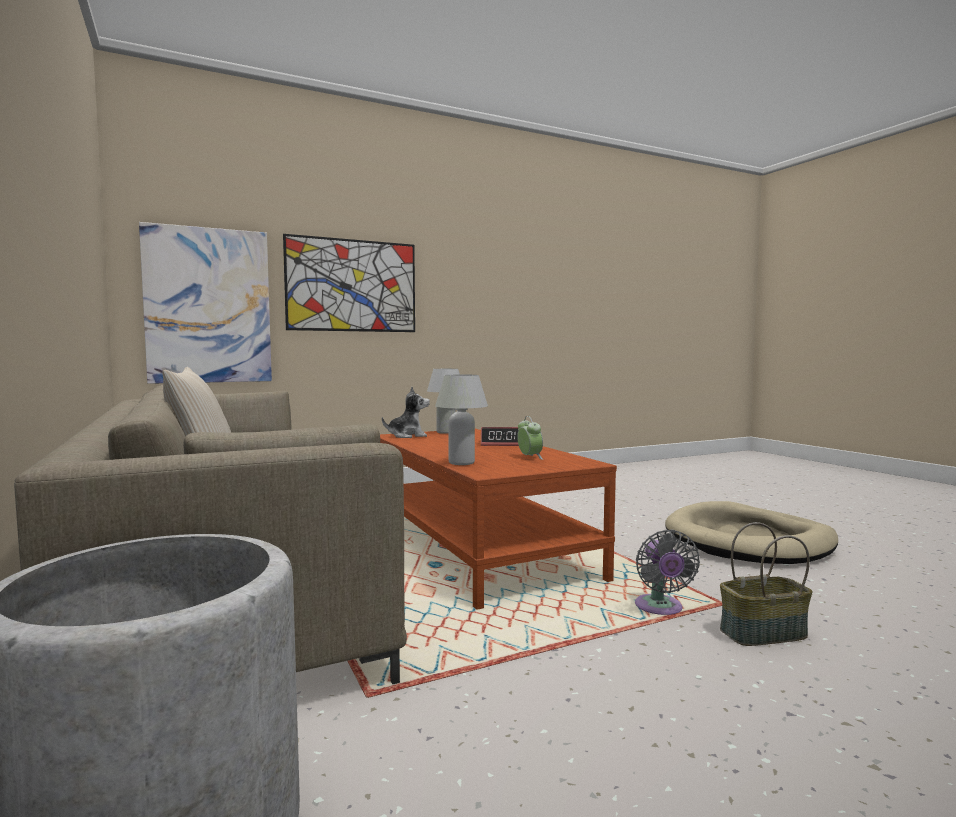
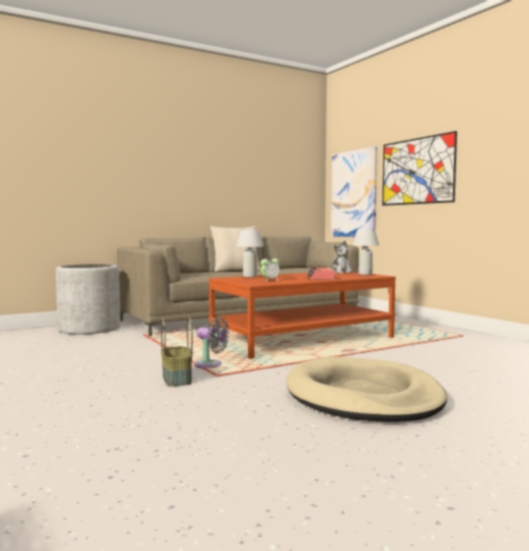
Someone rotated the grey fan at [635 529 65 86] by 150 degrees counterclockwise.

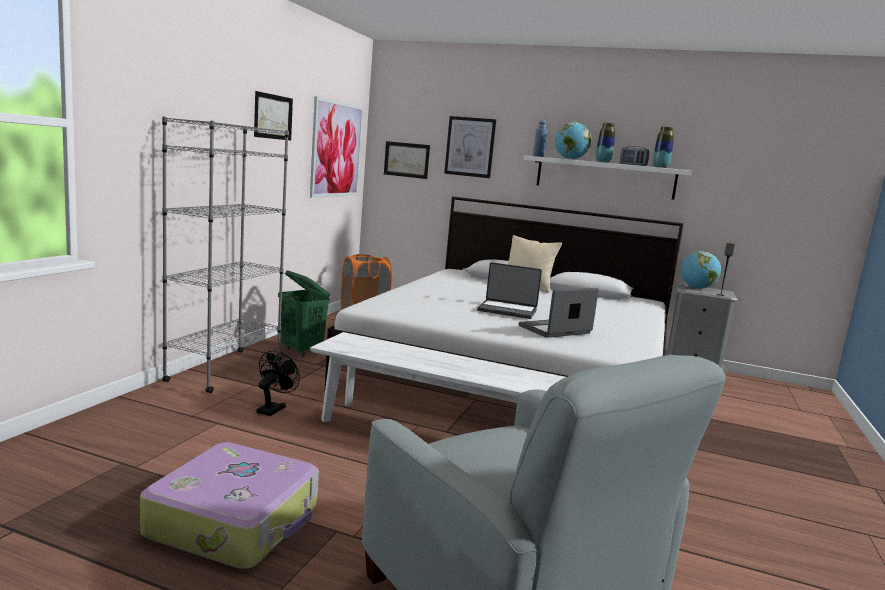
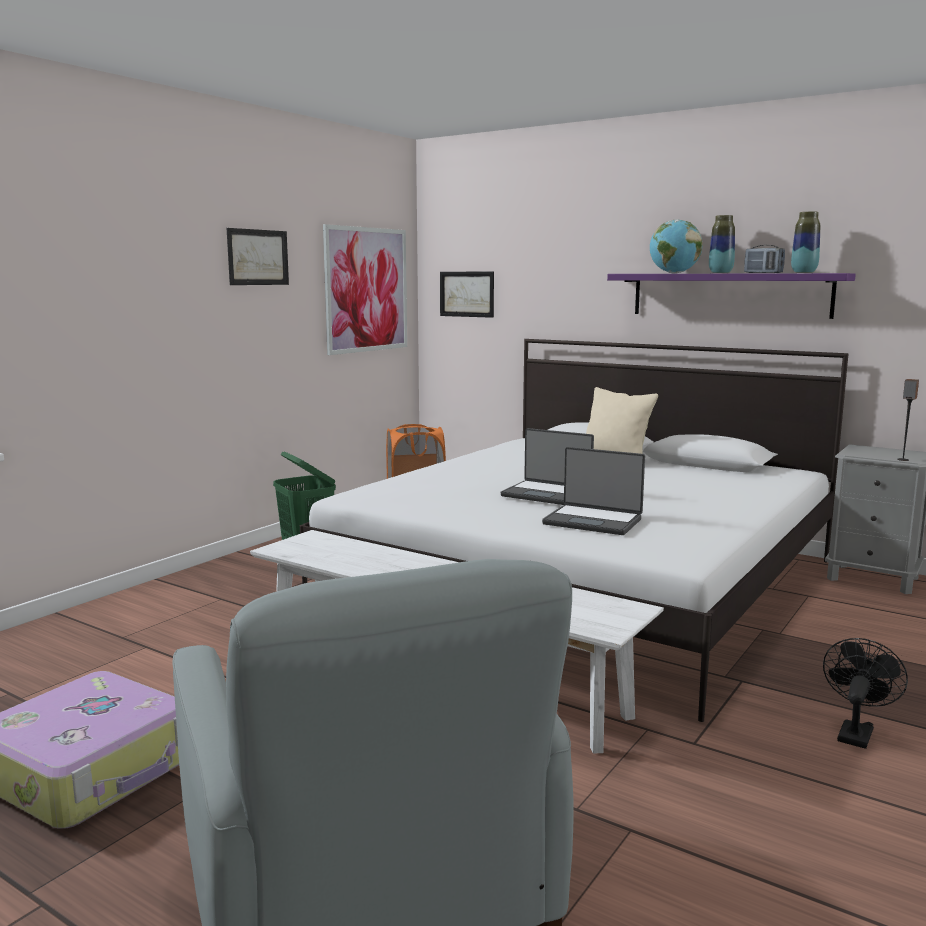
Someone took away the grey bookcase at [162 116 127 277]. Someone carried the black fan from [257 350 43 66] to [823 638 85 111]. Someone took away the picture at [444 116 52 62]. Someone rotated the laptop at [519 288 80 50] by 135 degrees counterclockwise. Someone repainted the white shelf at [524 155 168 45], which became the purple shelf at [607 273 249 46]. Someone took away the blue bottle at [533 120 14 37]. Someone took away the globe at [681 251 40 38].

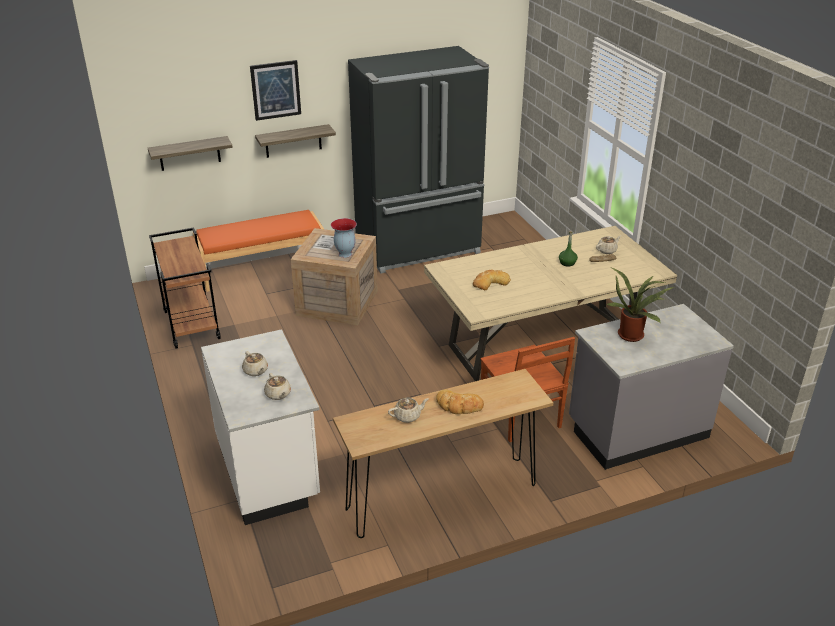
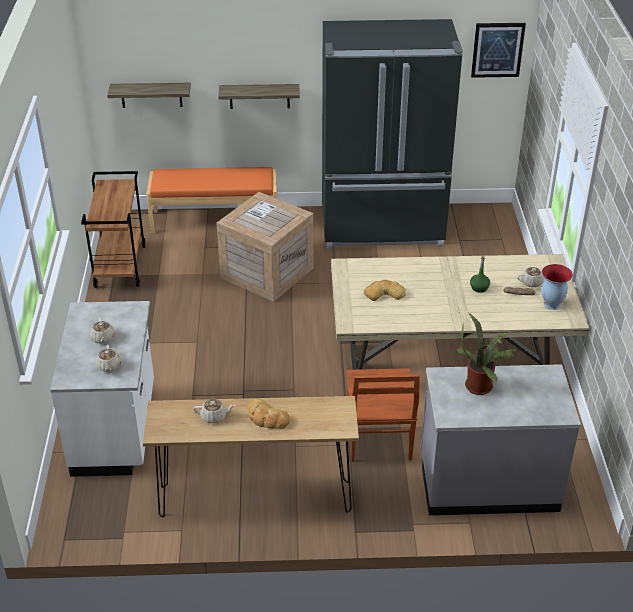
Someone carried the picture from [250 60 51 61] to [471 23 55 55]. Someone carried the vase from [331 218 26 40] to [541 264 32 46].

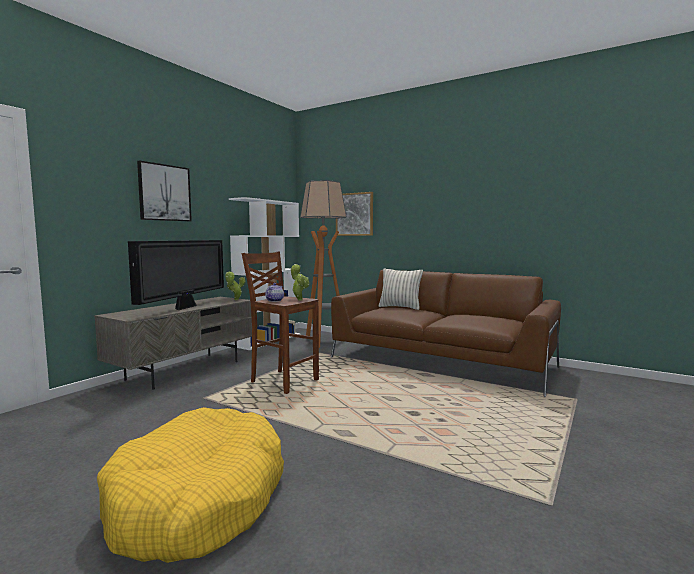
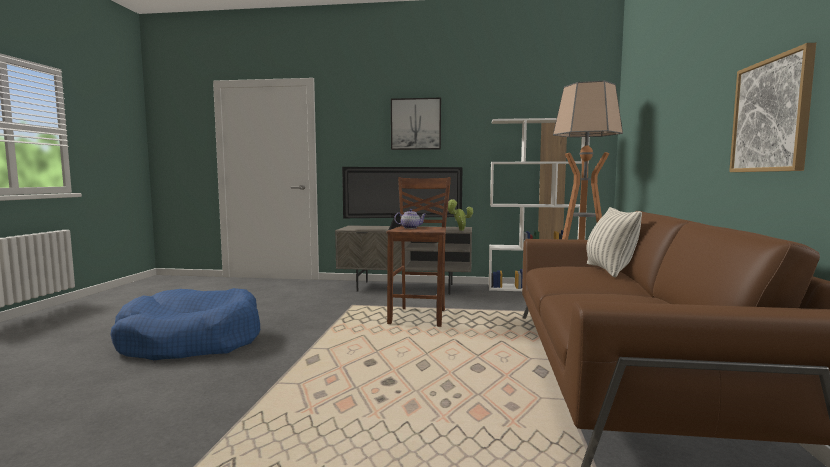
Someone repainted the yellow dog bed at [97 407 187 156], which became the blue dog bed at [110 288 150 72]. Someone took away the potted plant at [291 264 18 37]. Someone carried the picture from [336 192 37 44] to [729 43 87 129].

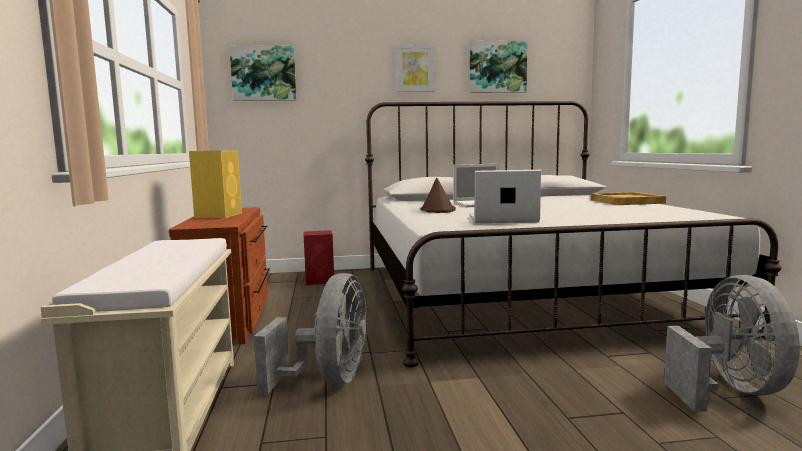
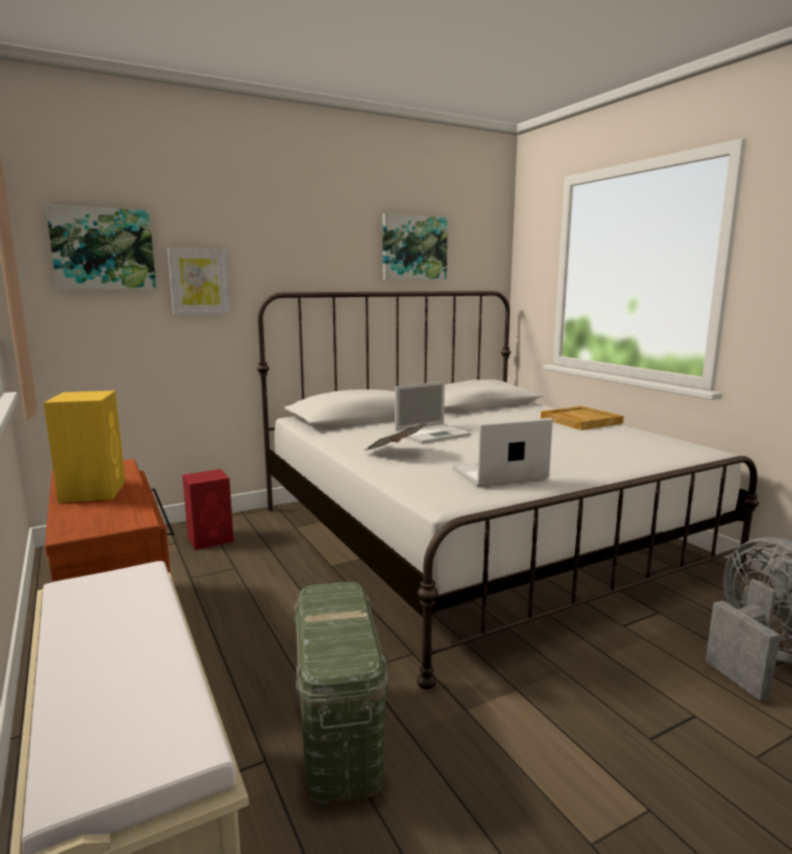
Someone swapped the grey fan at [254 273 113 121] for the green storage box at [294 582 95 222]. Someone carried the picture from [395 45 40 47] to [168 248 62 67]. Someone swapped the brown hat at [420 178 36 35] for the newspaper at [365 423 61 27].

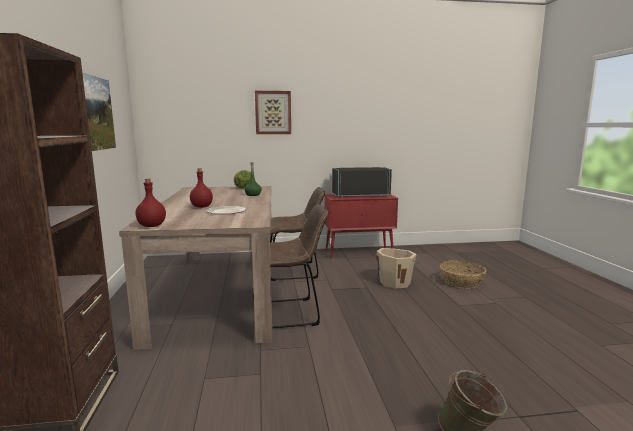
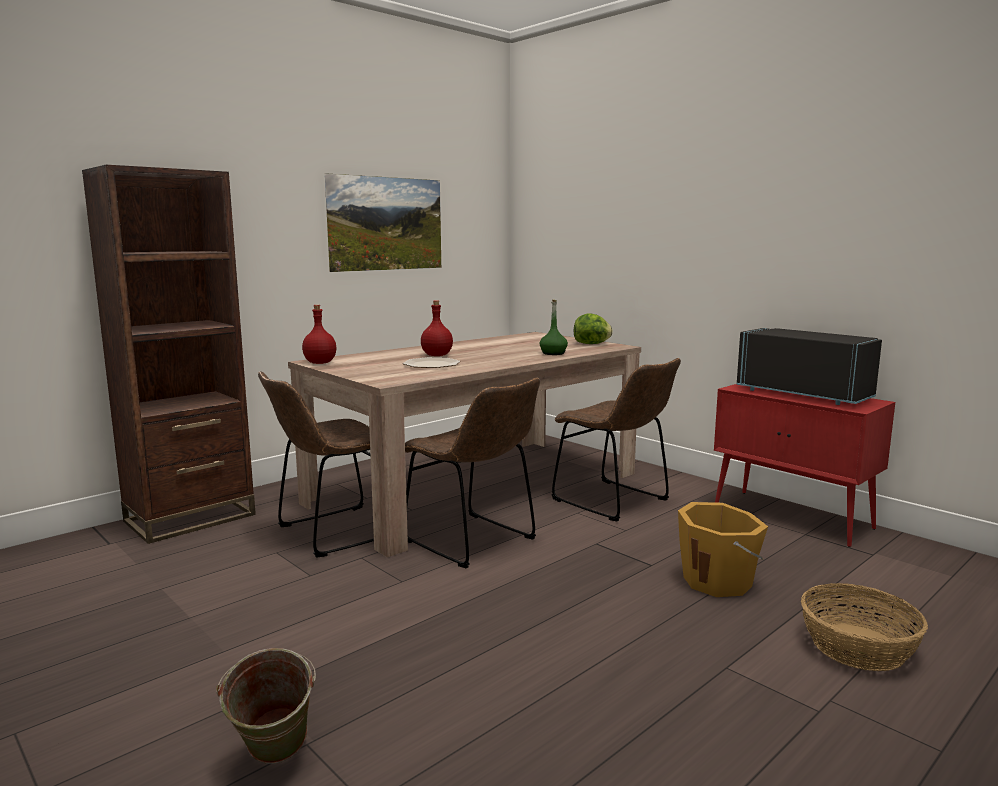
Someone took away the picture at [255 91 36 43]. Someone repainted the beige bucket at [375 248 45 41], which became the orange bucket at [678 502 90 95]. Someone put down the brown chair at [258 371 116 187].

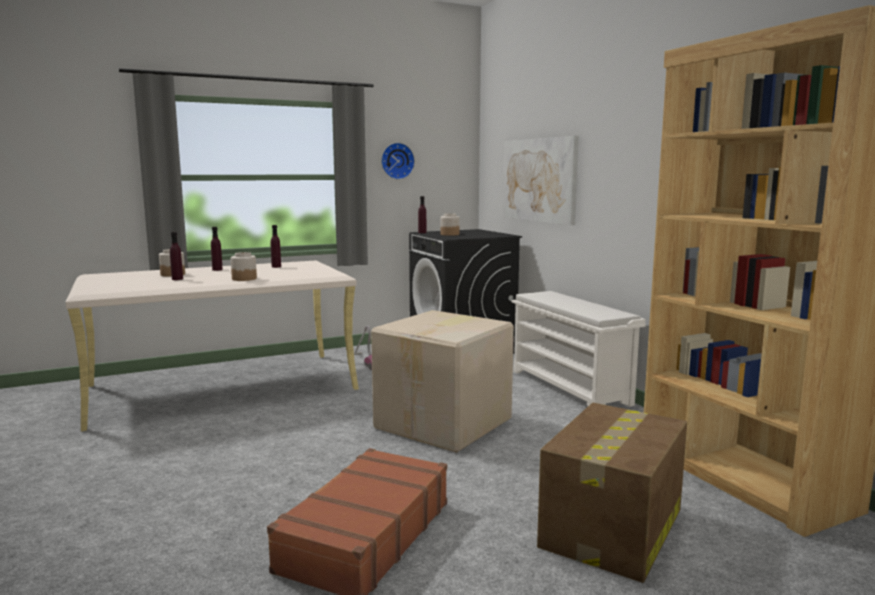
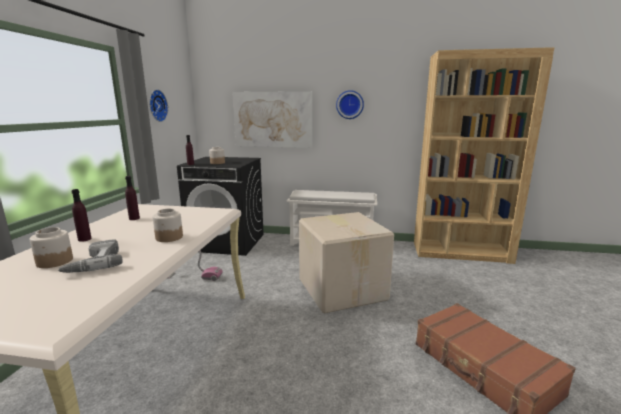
Someone swapped the purple bottle at [170 232 13 48] for the power drill at [58 239 64 34]. Someone took away the cardboard box at [537 403 150 180]. Someone put up the wall clock at [336 90 28 29].

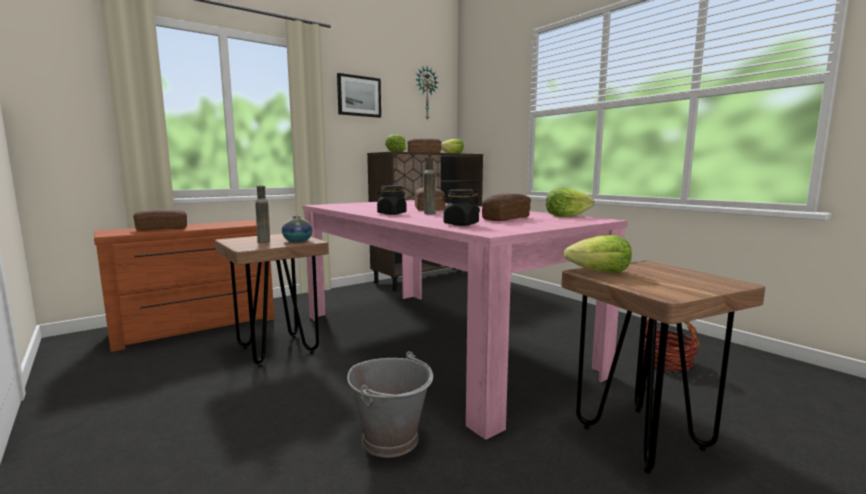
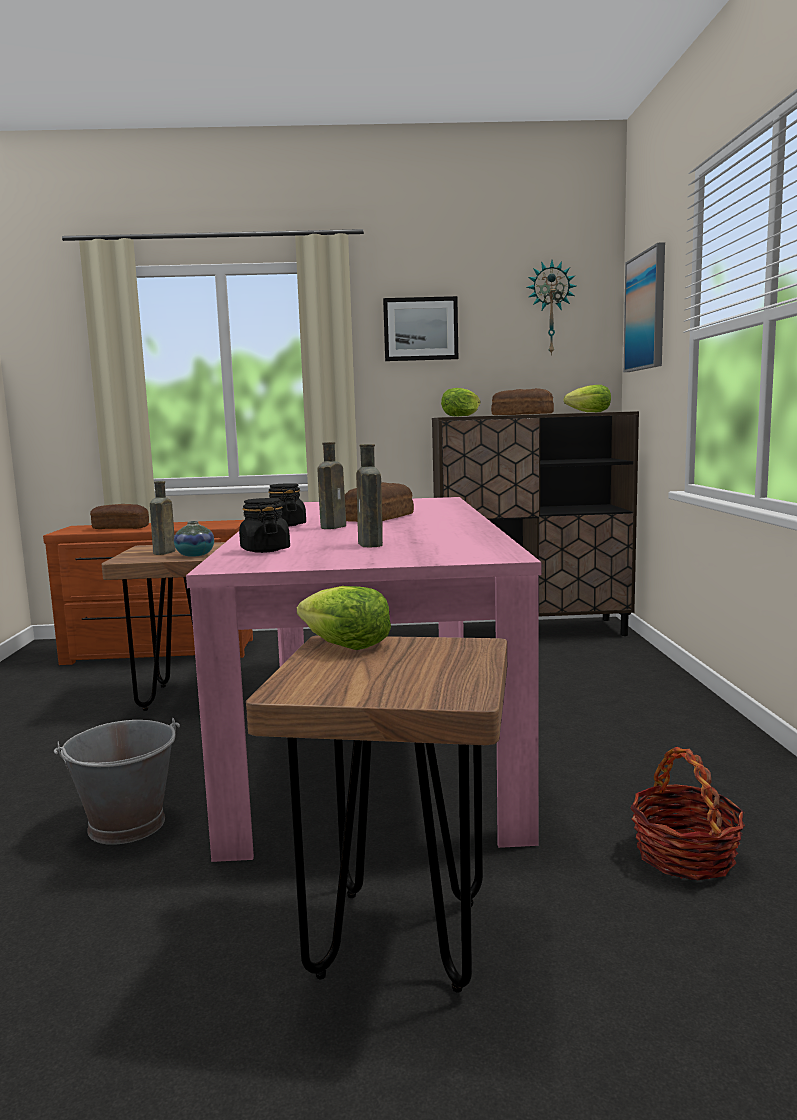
Someone swapped the bread at [482 193 49 28] for the brown bottle at [356 444 27 103]. Someone took away the lettuce at [546 188 48 29]. Someone put up the picture at [623 242 42 130].

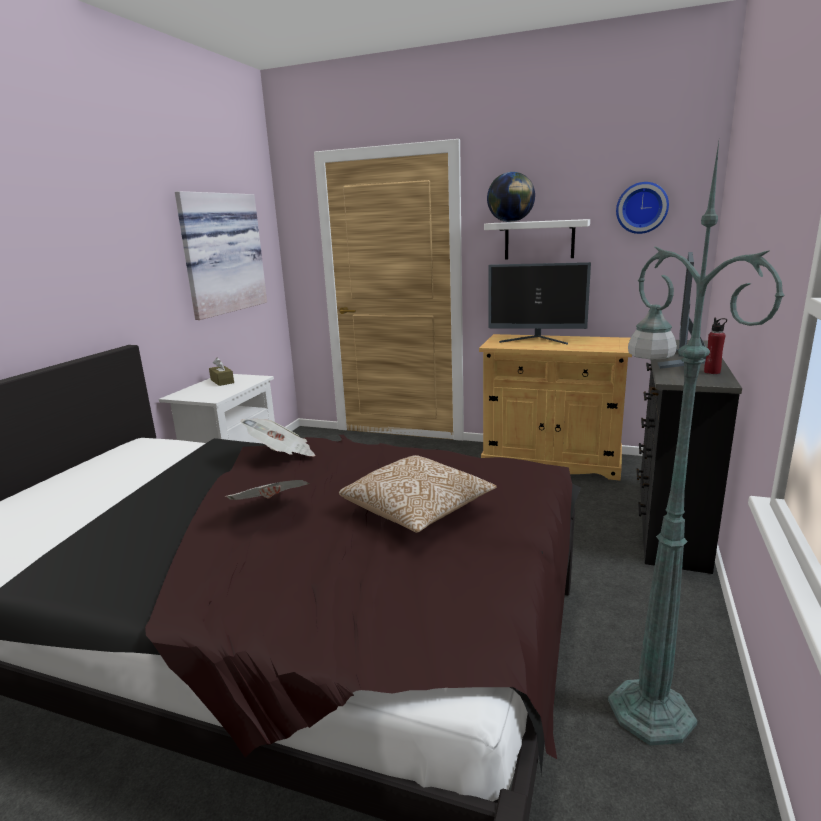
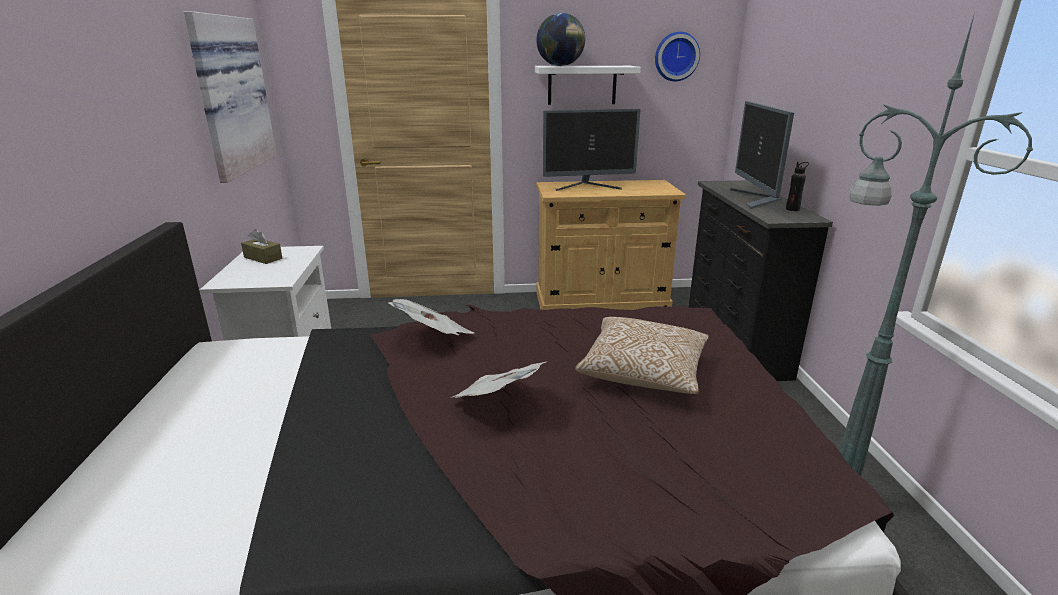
Someone repainted the red bottle at [704 318 23 56], which became the black bottle at [786 161 23 50].

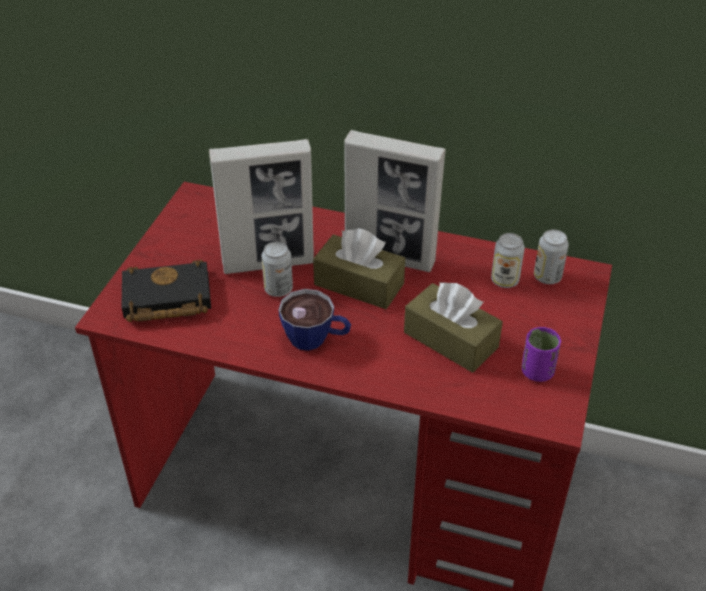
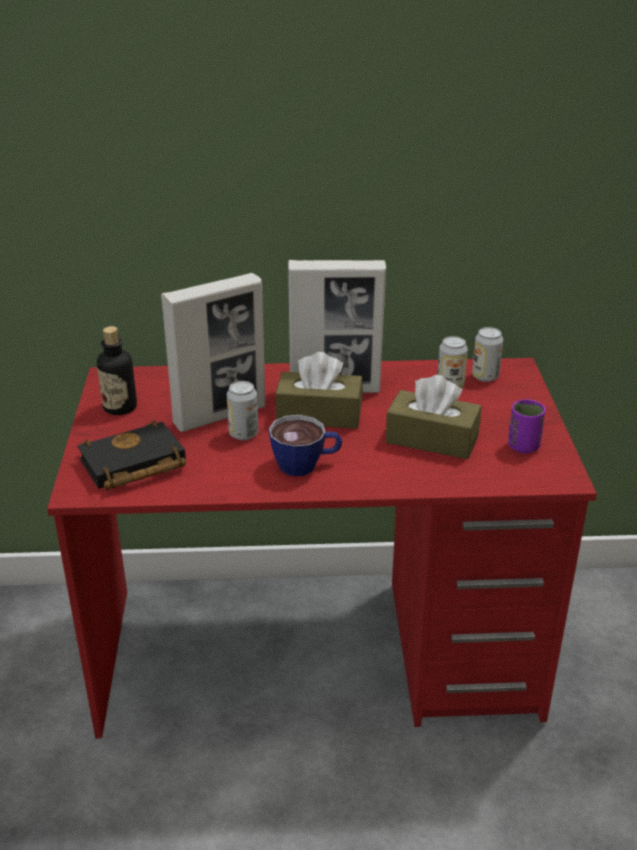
Someone put down the bottle at [97 326 40 89].

